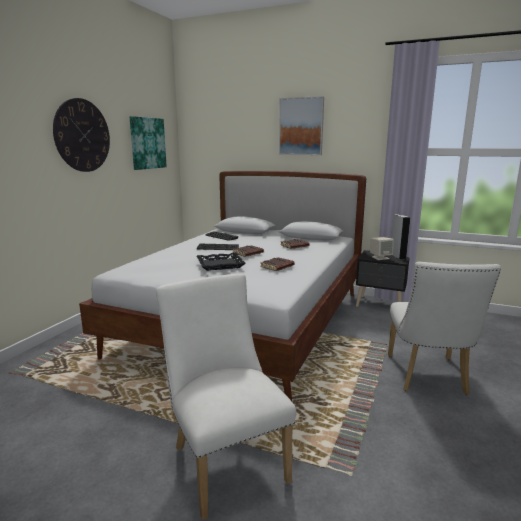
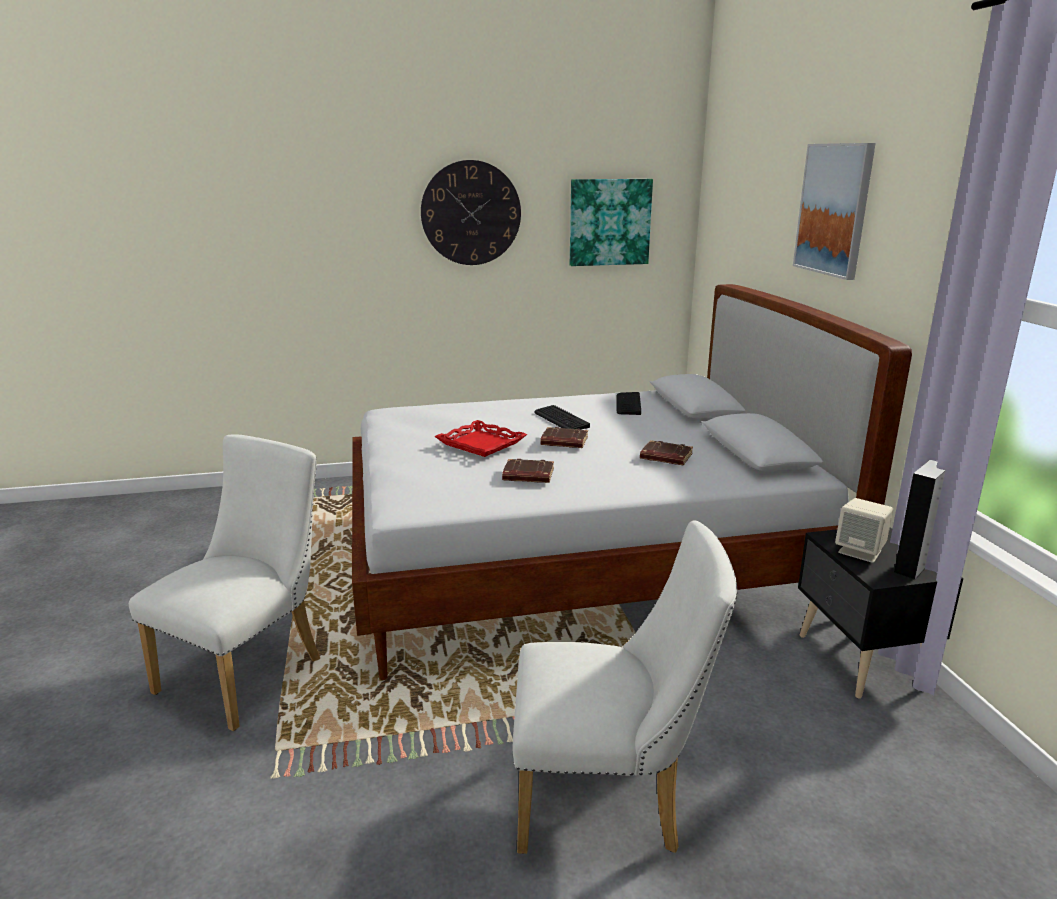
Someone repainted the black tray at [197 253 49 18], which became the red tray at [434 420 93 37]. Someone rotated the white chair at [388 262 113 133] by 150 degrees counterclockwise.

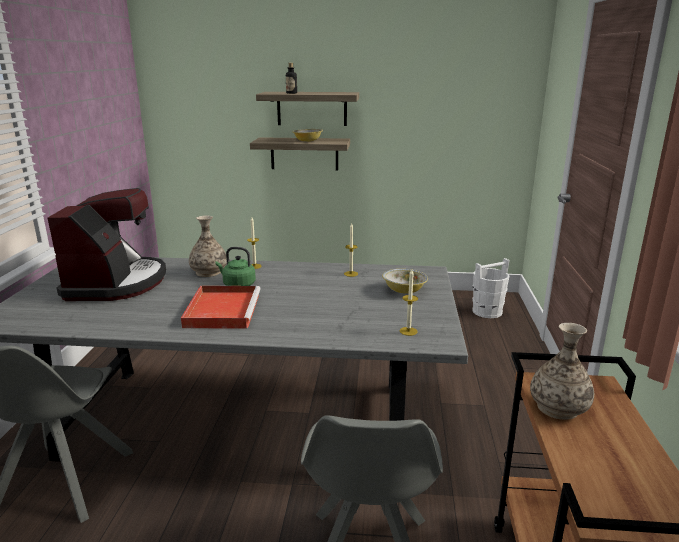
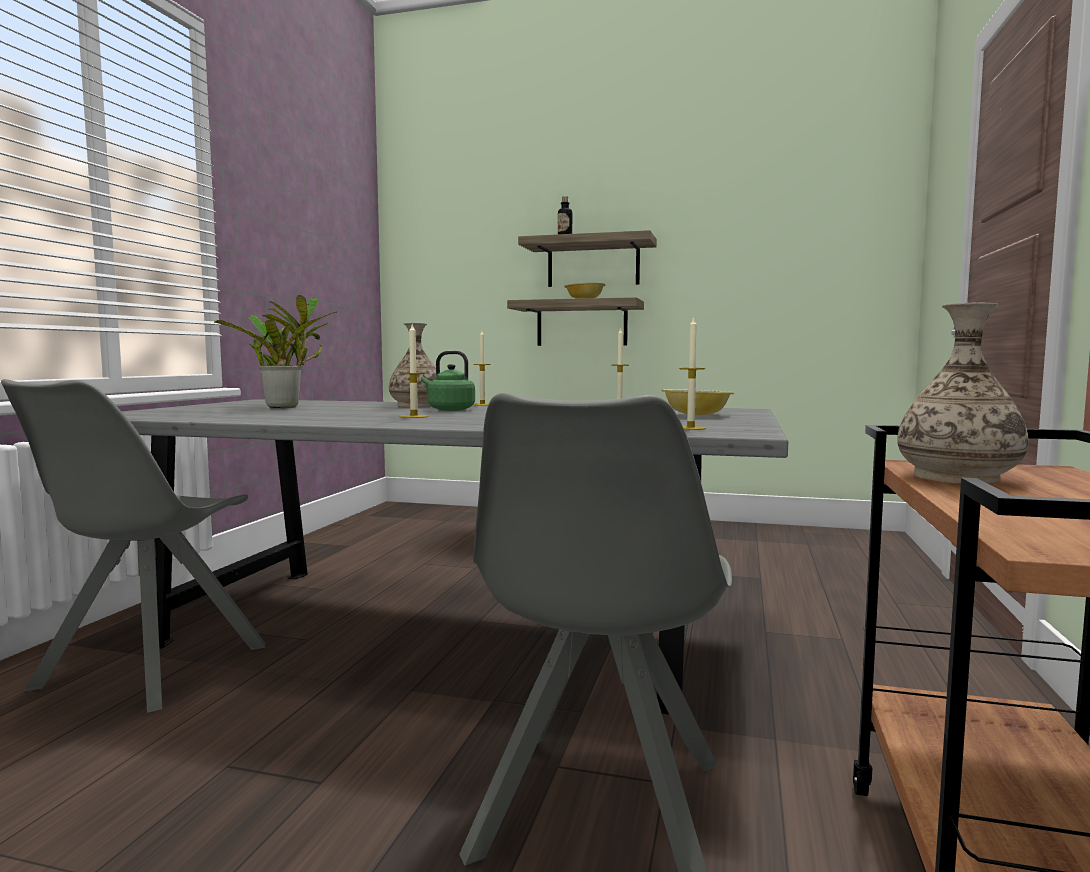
Someone swapped the coffee machine at [47 188 119 113] for the potted plant at [214 295 123 113]. Someone swapped the red tray at [181 286 80 42] for the candle at [400 324 29 94]. Someone took away the white bucket at [472 258 38 60].

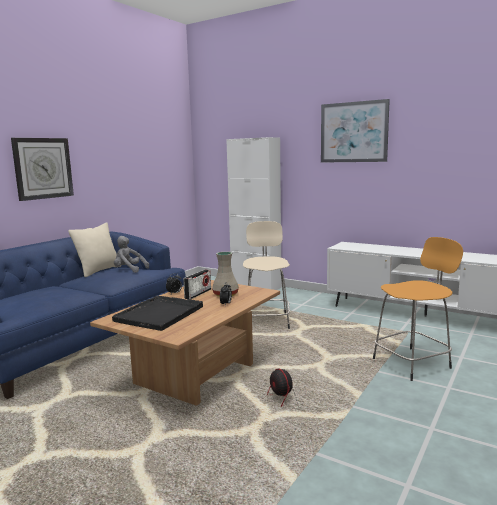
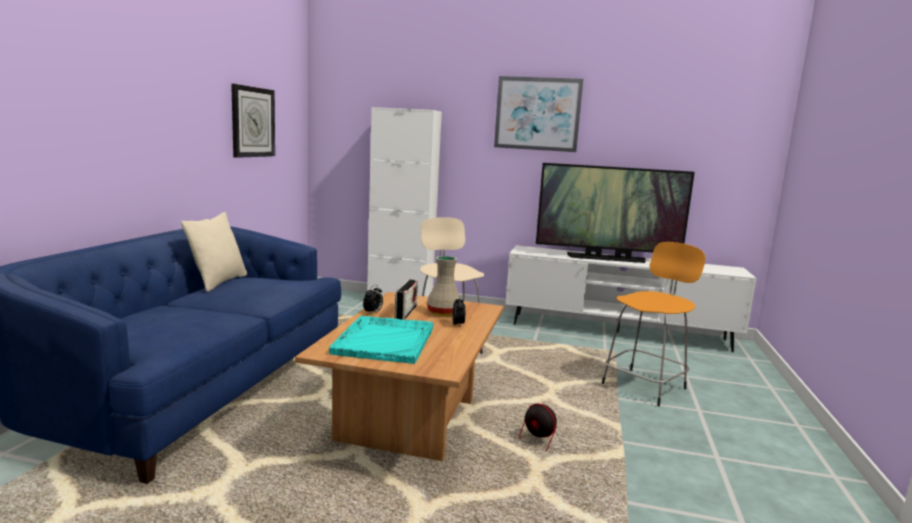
Someone carried the wall clock from [11 138 63 63] to [231 84 44 74]. Someone repainted the black tray at [112 295 91 36], which became the turquoise tray at [329 316 104 48]. Someone took away the grey plush toy at [114 236 35 37]. Someone put down the television at [536 163 159 100].

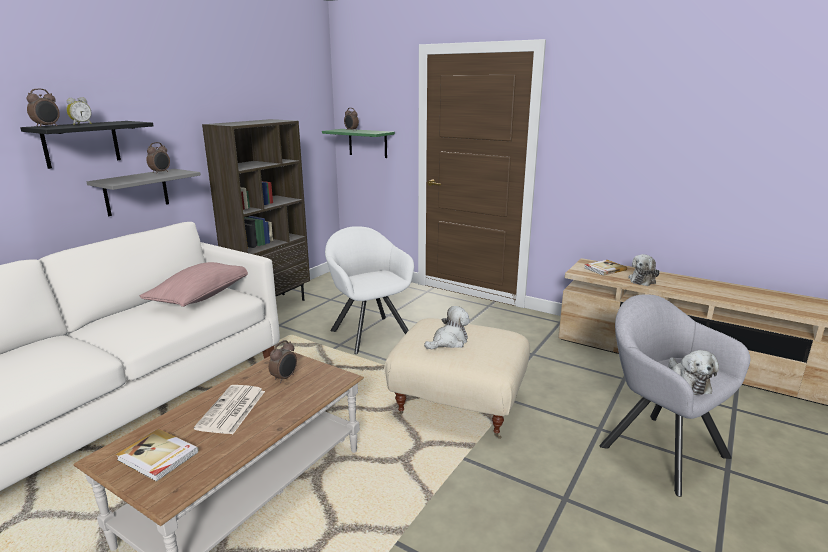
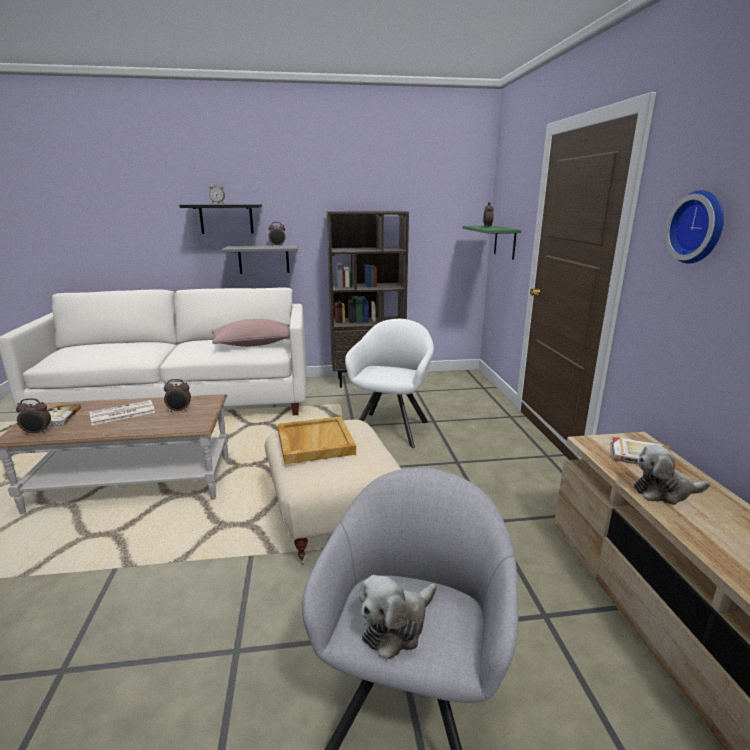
Someone carried the alarm clock from [27 89 33 38] to [16 398 35 37]. Someone swapped the plush toy at [424 306 46 43] for the beige tray at [278 416 78 48]. Someone put up the wall clock at [665 190 59 74].

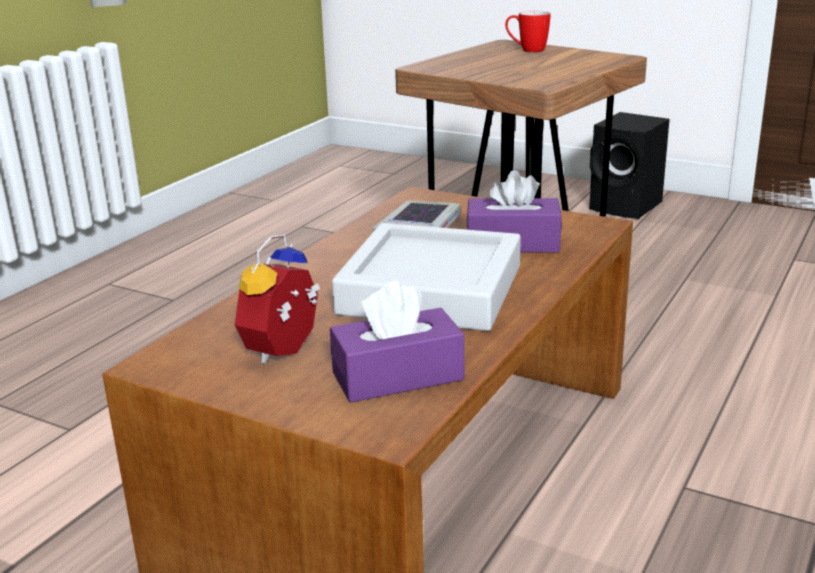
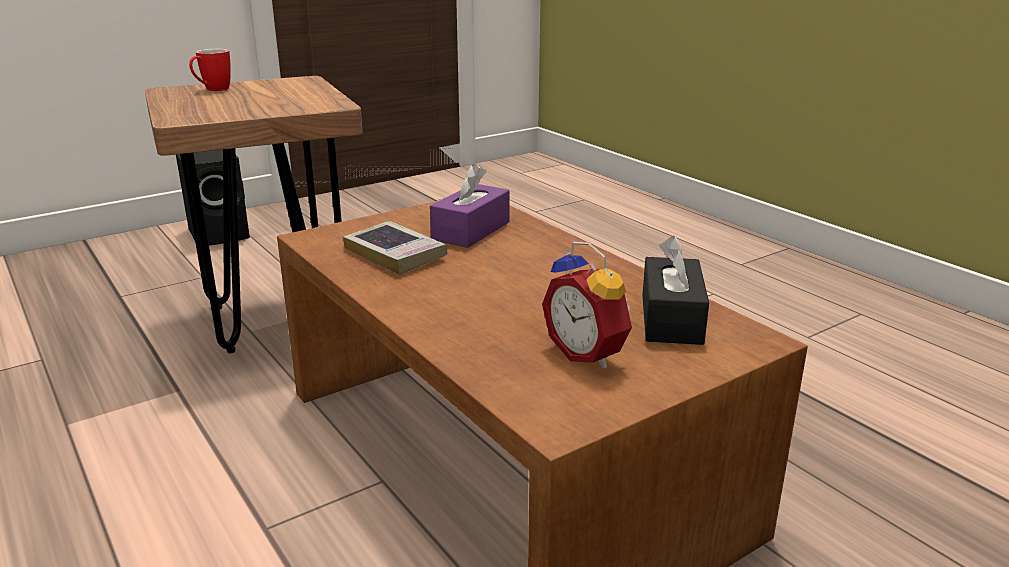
Someone repainted the purple tissue box at [330 281 134 122], which became the black tissue box at [642 235 67 110]. Someone took away the grey tray at [332 223 189 108].

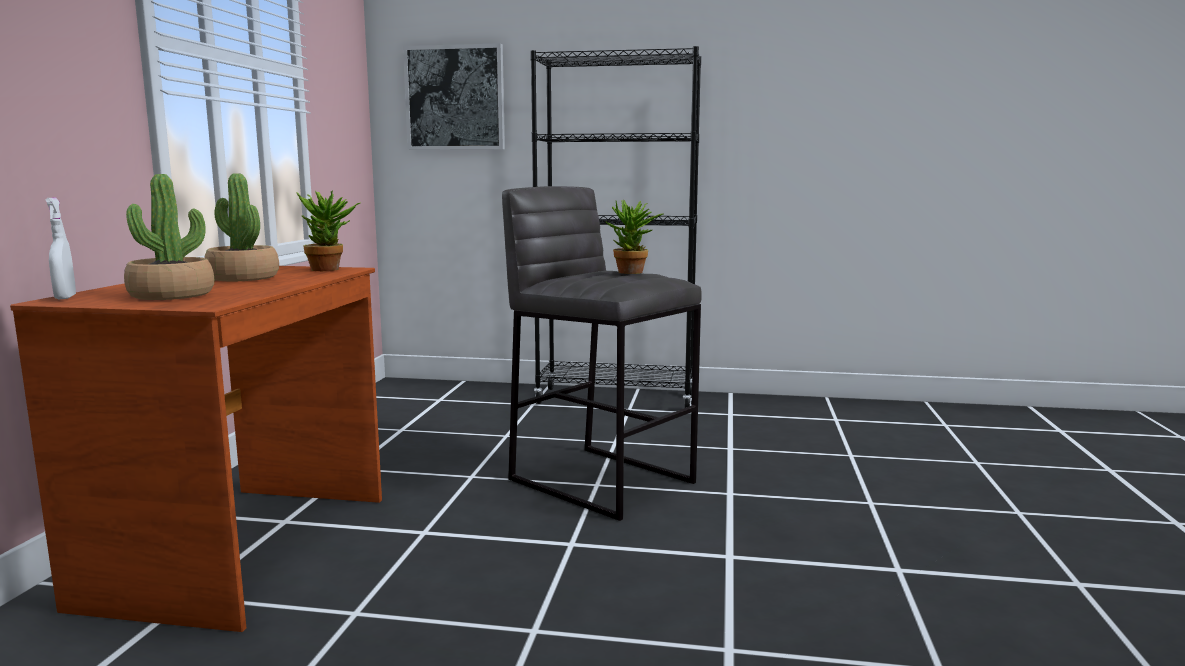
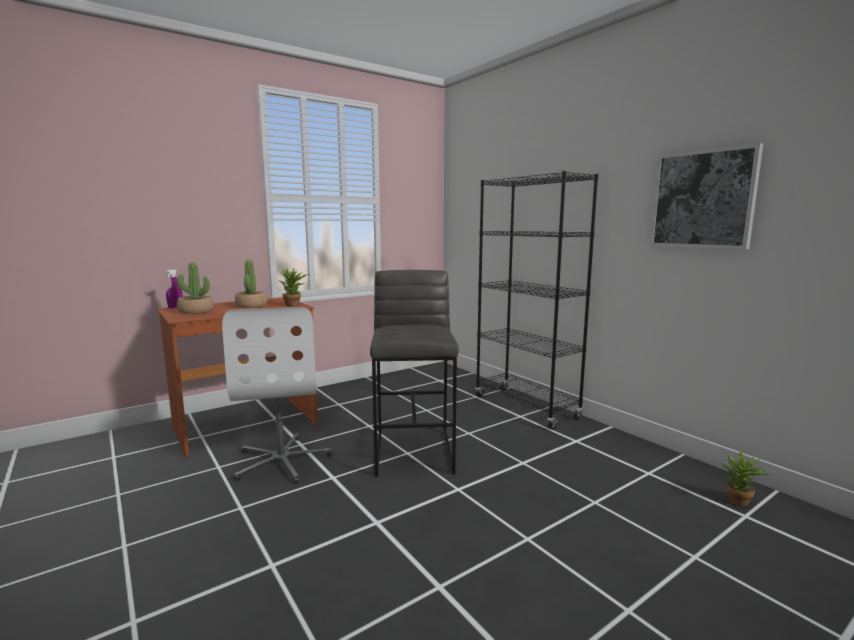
Someone repainted the white spray bottle at [46 198 30 101], which became the purple spray bottle at [165 269 18 39]. Someone carried the picture from [403 43 102 107] to [650 143 113 106]. Someone carried the potted plant from [605 200 59 74] to [722 450 47 57]. Someone put down the white office chair at [222 307 110 176].

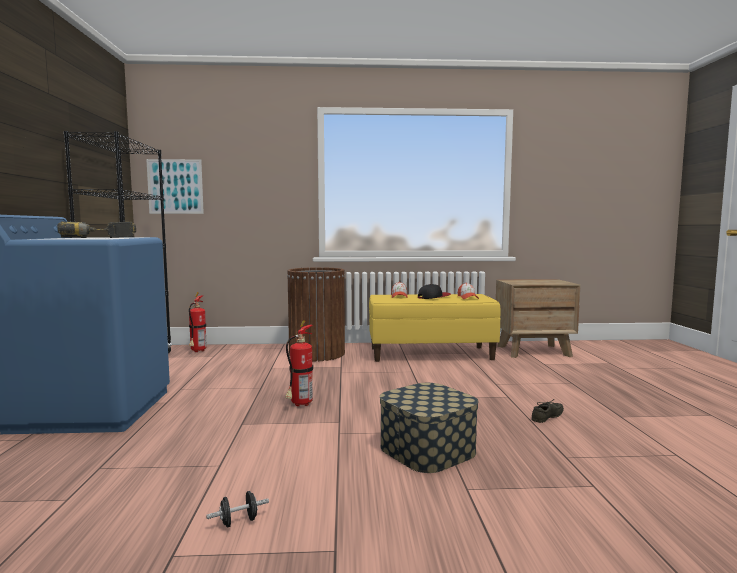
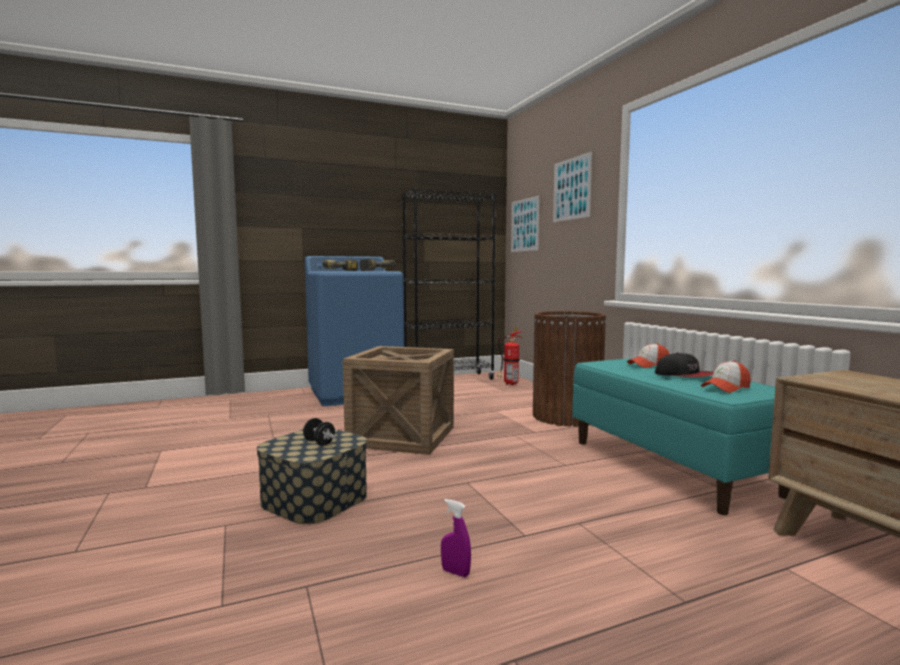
Someone carried the black dumbbell from [206 491 63 36] to [303 418 33 28]. Someone swapped the fire extinguisher at [285 320 28 86] for the crate at [343 346 111 109]. Someone repainted the yellow bench at [369 294 132 68], which became the turquoise bench at [572 358 218 157]. Someone swapped the grey shoe at [532 399 32 24] for the purple spray bottle at [441 499 30 78]. Someone put up the picture at [553 152 39 70].

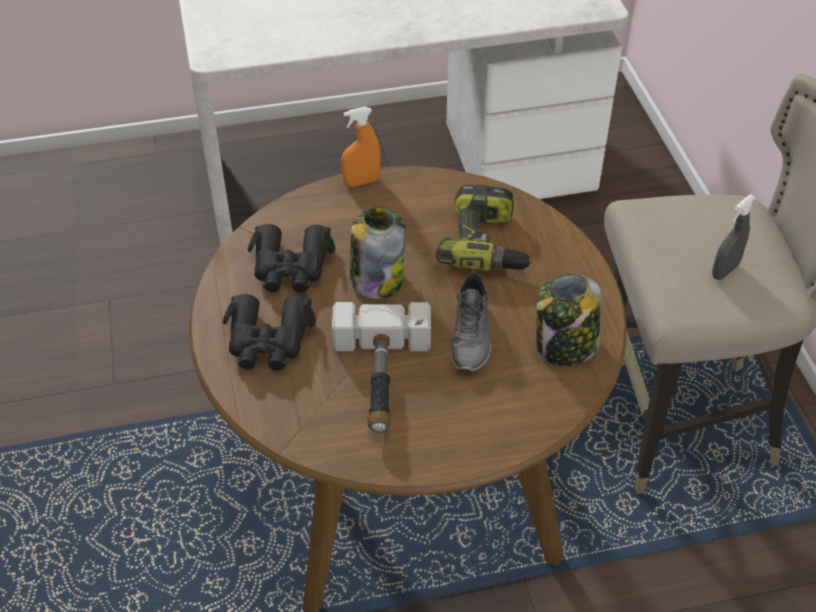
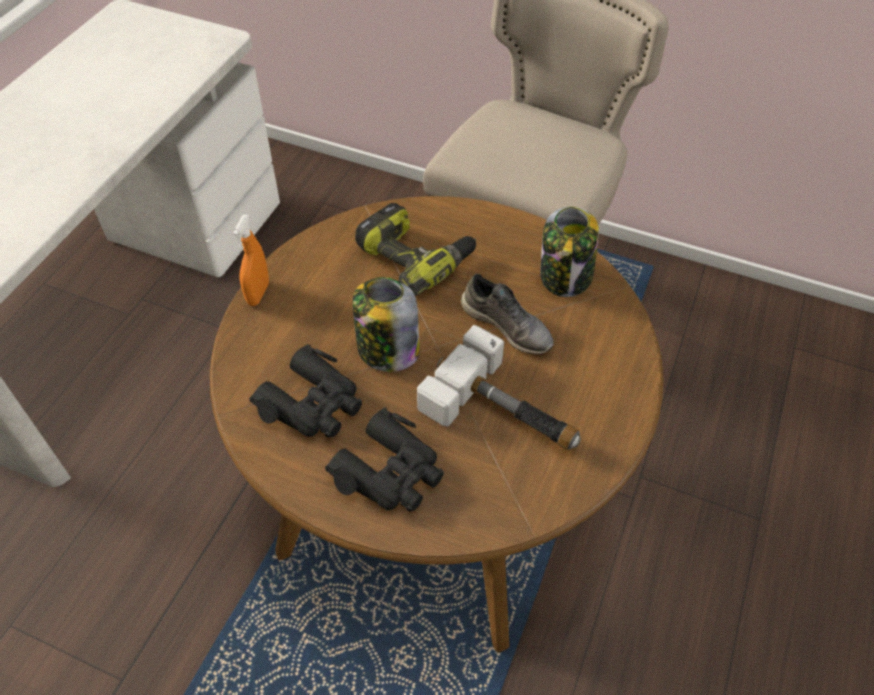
Someone took away the grey spray bottle at [712 195 44 85].

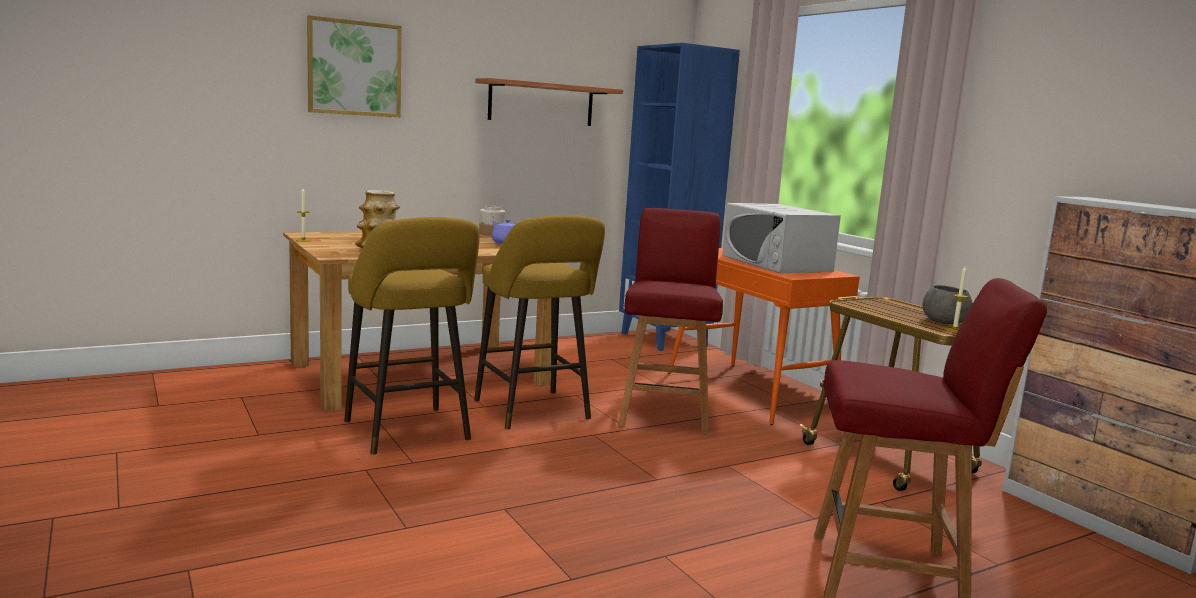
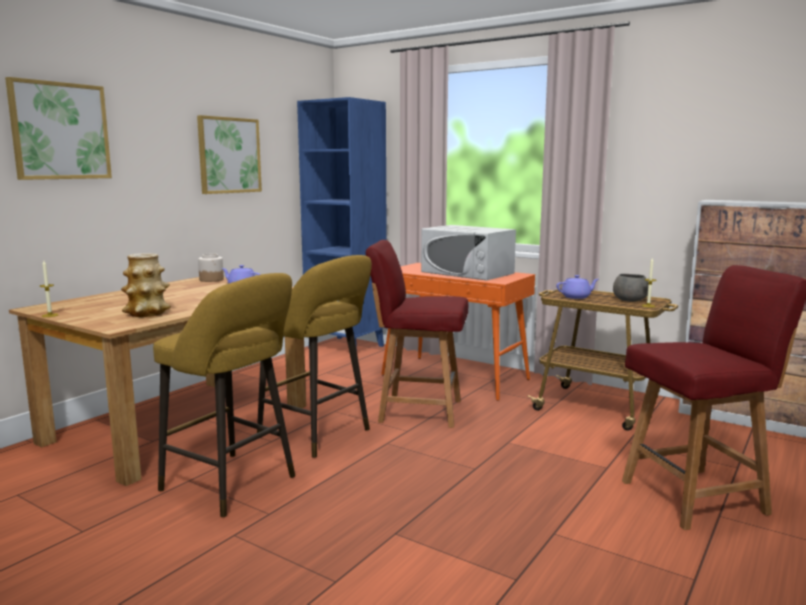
Someone swapped the shelf at [475 78 148 48] for the picture at [197 115 65 79]. Someone rotated the red chair at [618 208 105 227] by 60 degrees counterclockwise. Someone put down the purple teapot at [556 275 43 24].

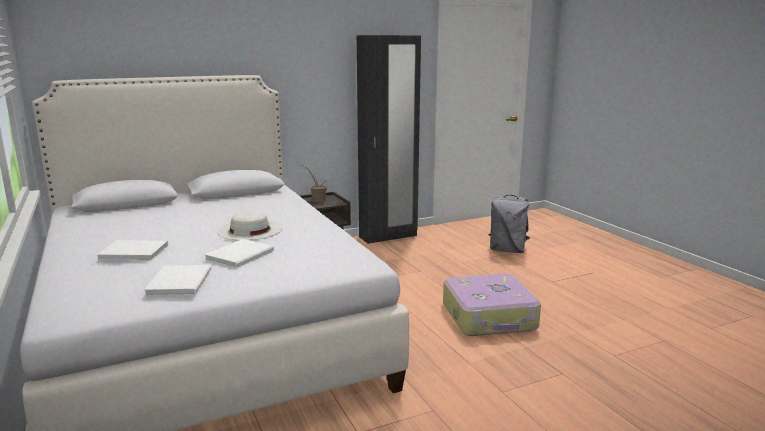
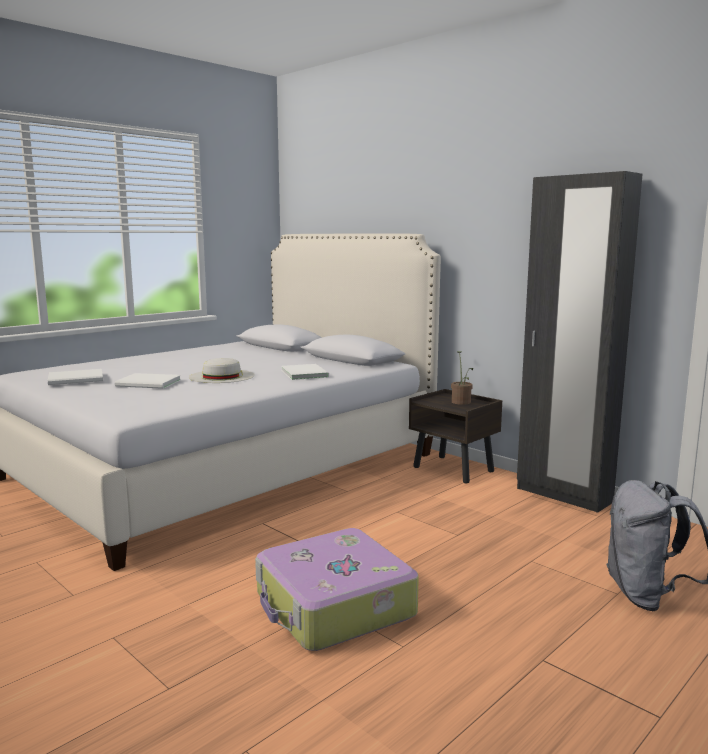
Someone carried the white book from [97 240 71 21] to [281 364 48 16].

